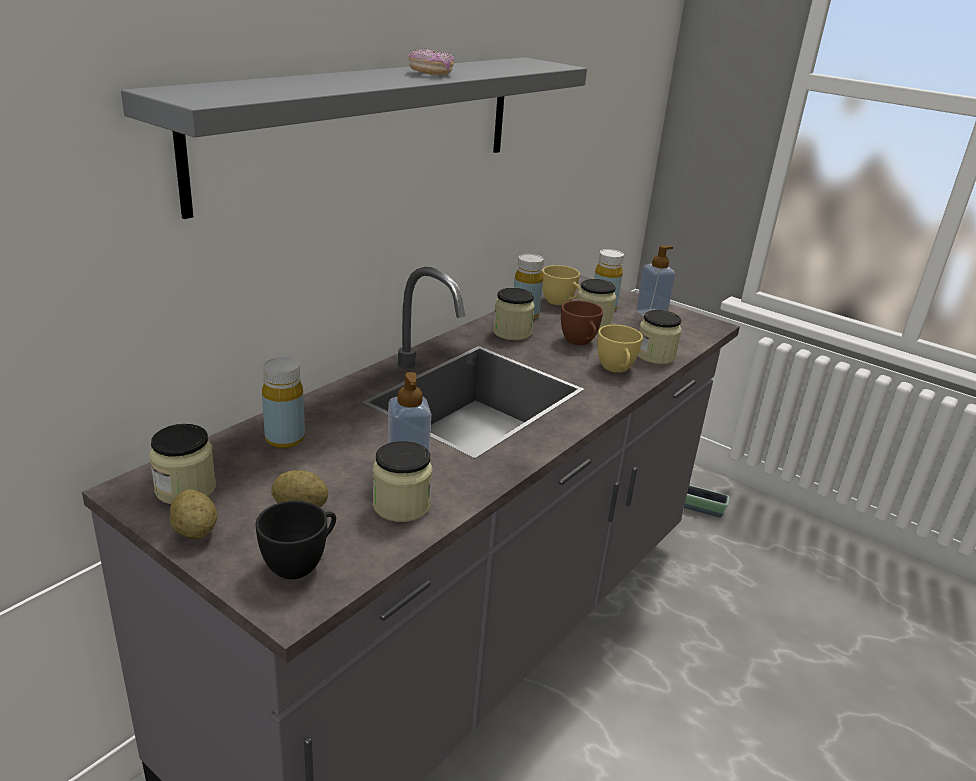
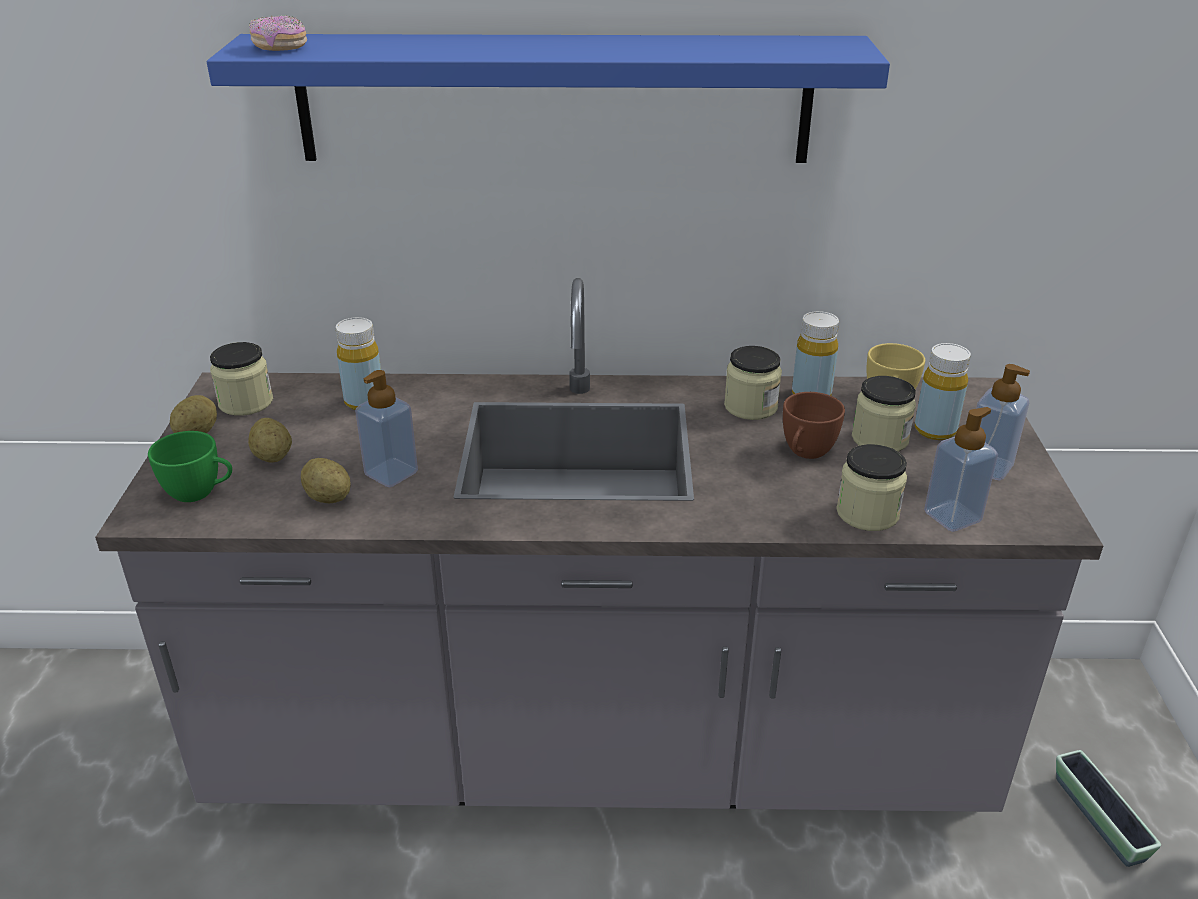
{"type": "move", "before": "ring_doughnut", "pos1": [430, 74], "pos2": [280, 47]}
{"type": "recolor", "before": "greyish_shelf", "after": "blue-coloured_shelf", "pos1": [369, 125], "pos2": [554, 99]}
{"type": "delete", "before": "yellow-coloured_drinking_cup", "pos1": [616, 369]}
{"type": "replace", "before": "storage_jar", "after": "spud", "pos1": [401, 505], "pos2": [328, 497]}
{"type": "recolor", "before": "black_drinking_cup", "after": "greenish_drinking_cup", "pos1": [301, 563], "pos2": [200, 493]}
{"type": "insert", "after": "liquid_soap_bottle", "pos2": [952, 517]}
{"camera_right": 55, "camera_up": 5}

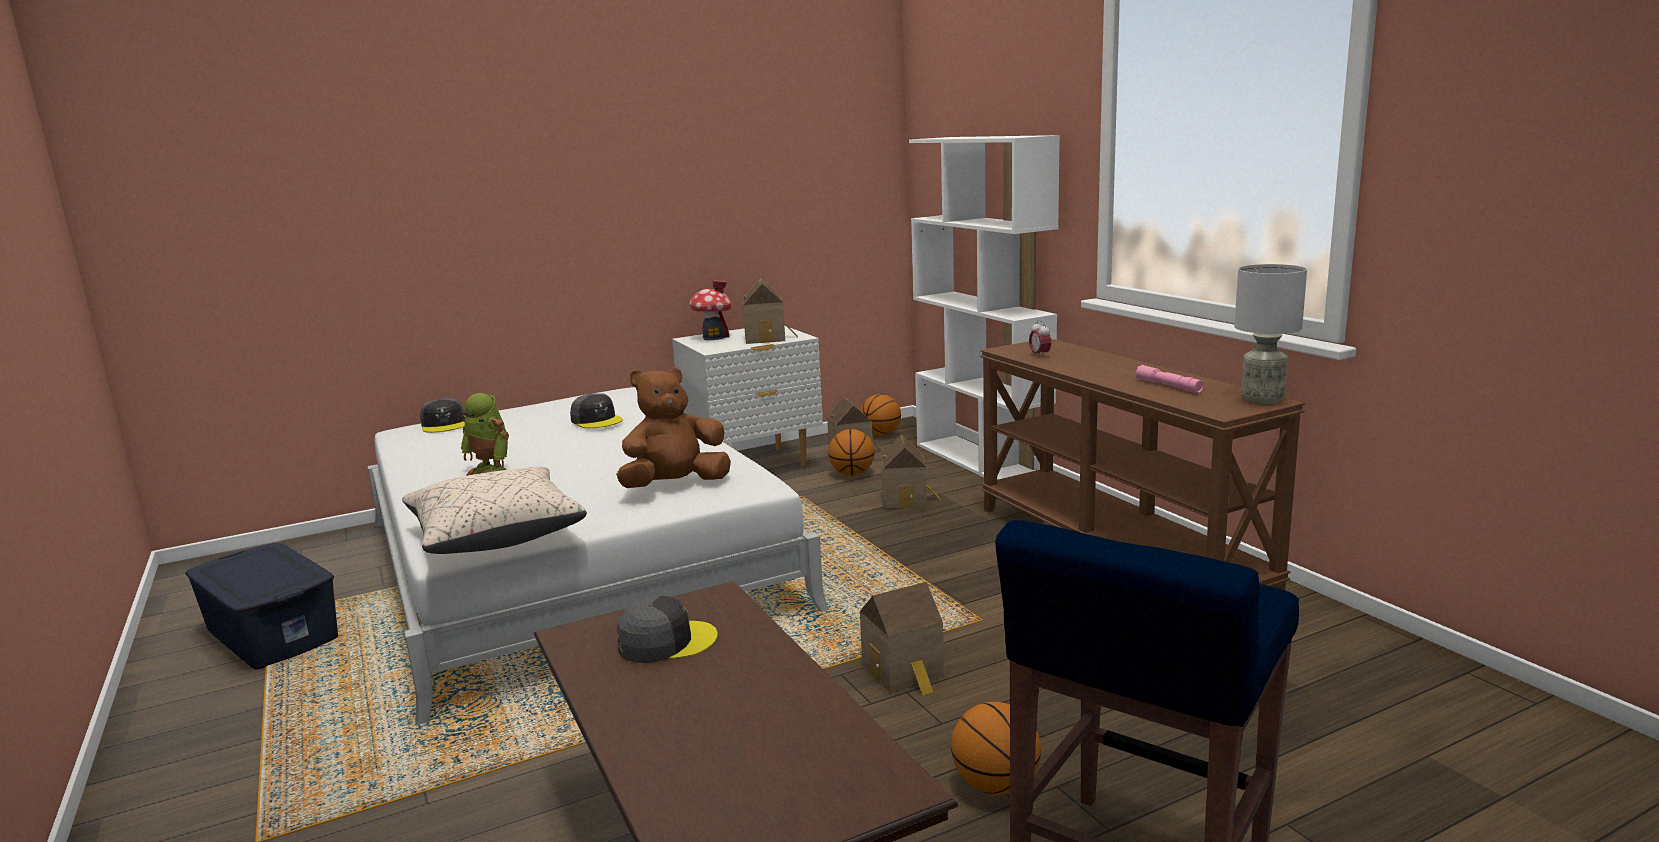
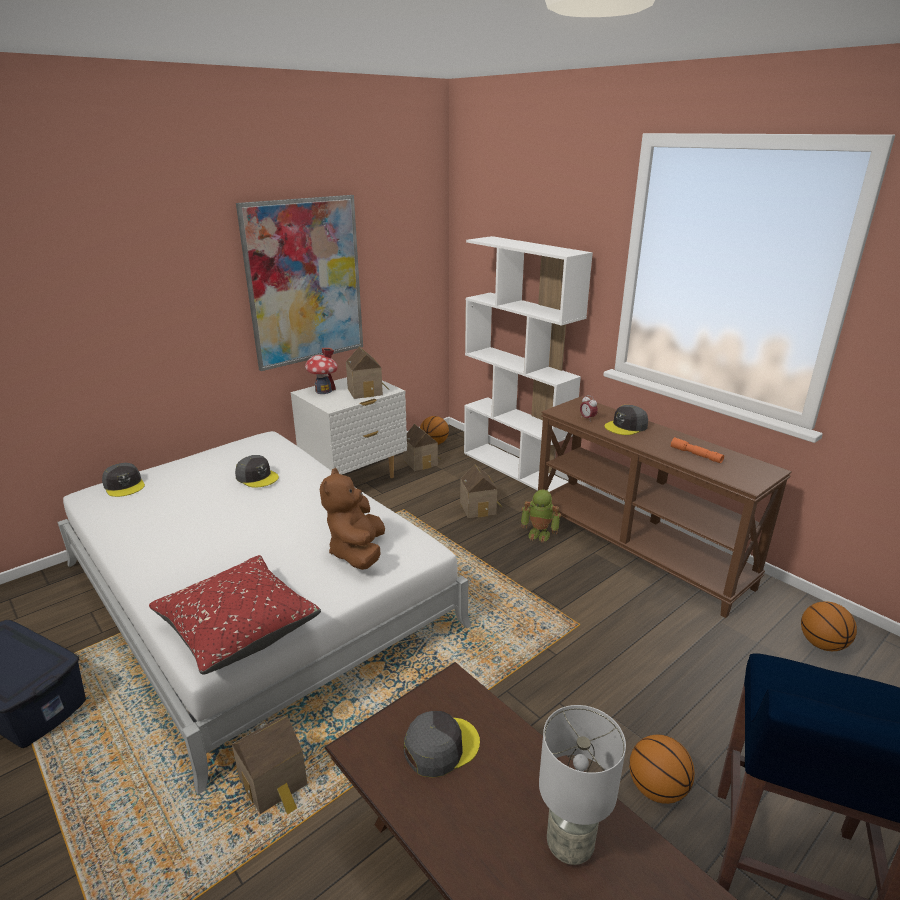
{"type": "move", "before": "greyish_tabletop_lamp", "pos1": [1261, 399], "pos2": [568, 844]}
{"type": "recolor", "before": "pinkish_torch", "after": "orange-coloured_torch", "pos1": [1168, 386], "pos2": [696, 455]}
{"type": "rotate", "before": "brown_soft_toy", "pos1": [675, 485], "pos2": [357, 552], "turn": -45}
{"type": "move", "before": "robot_figure", "pos1": [490, 471], "pos2": [539, 534]}
{"type": "move", "before": "basketball_ball", "pos1": [852, 474], "pos2": [822, 644]}
{"type": "recolor", "before": "sand-coloured_throw_pillow", "after": "red_throw_pillow", "pos1": [496, 535], "pos2": [238, 628]}
{"type": "move", "before": "miniature_house", "pos1": [905, 672], "pos2": [275, 784]}
{"type": "insert", "after": "wall_art", "pos2": [305, 282]}
{"type": "insert", "after": "greyish_peaked_cap", "pos2": [626, 426]}
{"camera_right": -15, "camera_up": 10}

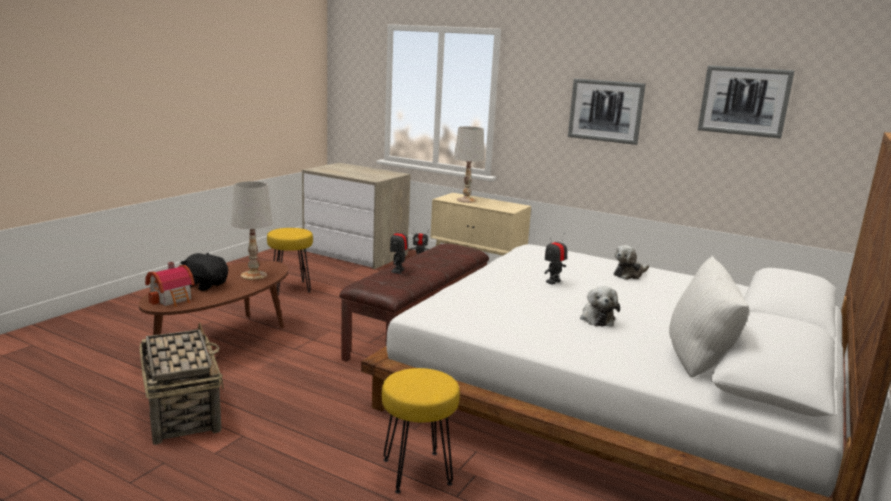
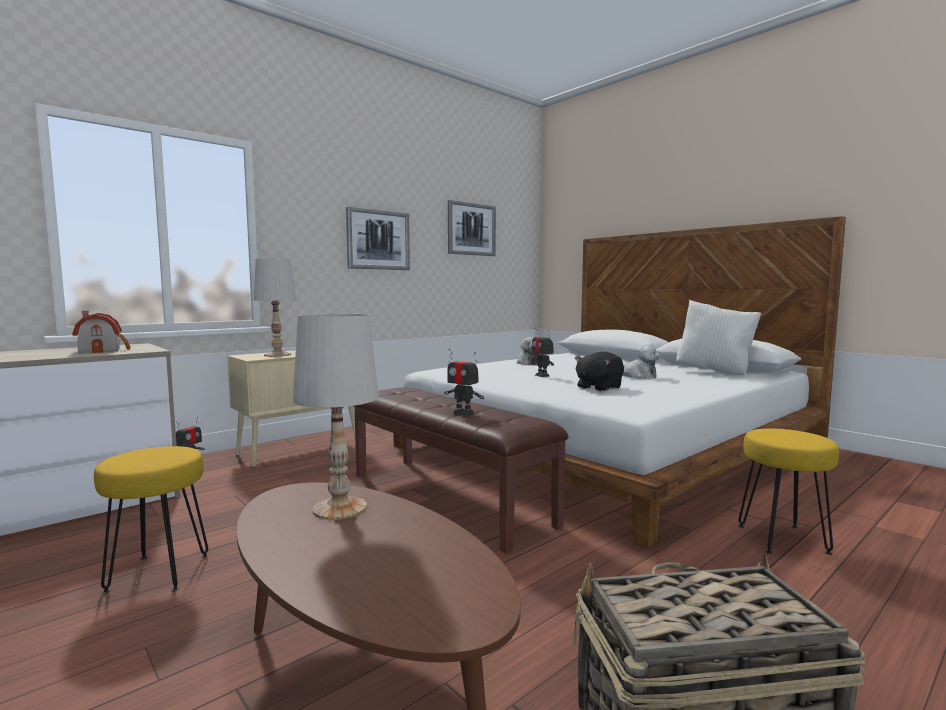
{"type": "move", "before": "black_soft_toy", "pos1": [205, 285], "pos2": [598, 387]}
{"type": "move", "before": "miniature_house", "pos1": [173, 299], "pos2": [103, 350]}
{"camera_right": -70, "camera_up": -10}

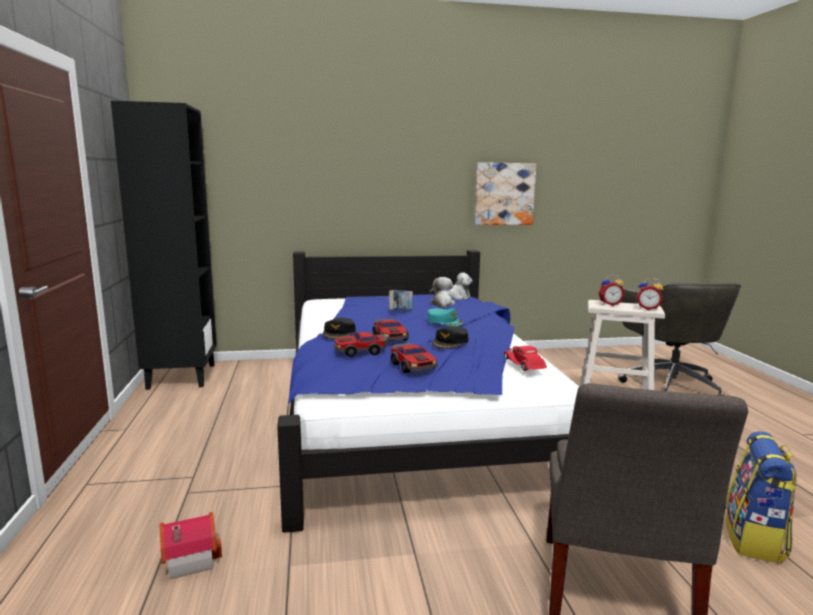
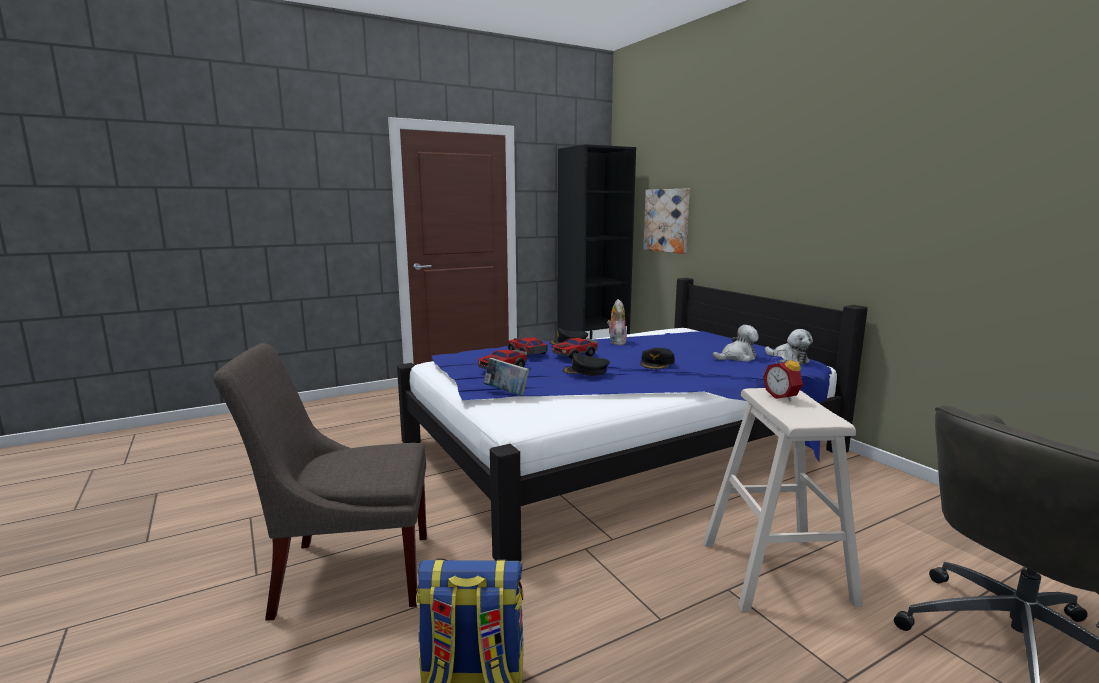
{"type": "move", "before": "wall_art", "pos1": [504, 194], "pos2": [667, 220]}
{"type": "delete", "before": "bedside_clock", "pos1": [648, 308]}
{"type": "move", "before": "bound_book", "pos1": [401, 311], "pos2": [506, 393]}
{"type": "recolor", "before": "blue-green_peaked_cap", "after": "black_peaked_cap", "pos1": [444, 321], "pos2": [657, 363]}
{"type": "delete", "before": "red_miniature_car", "pos1": [524, 364]}
{"type": "delete", "before": "miniature_house", "pos1": [188, 559]}
{"type": "insert", "after": "soft_toy", "pos2": [616, 342]}
{"camera_right": 70, "camera_up": 0}

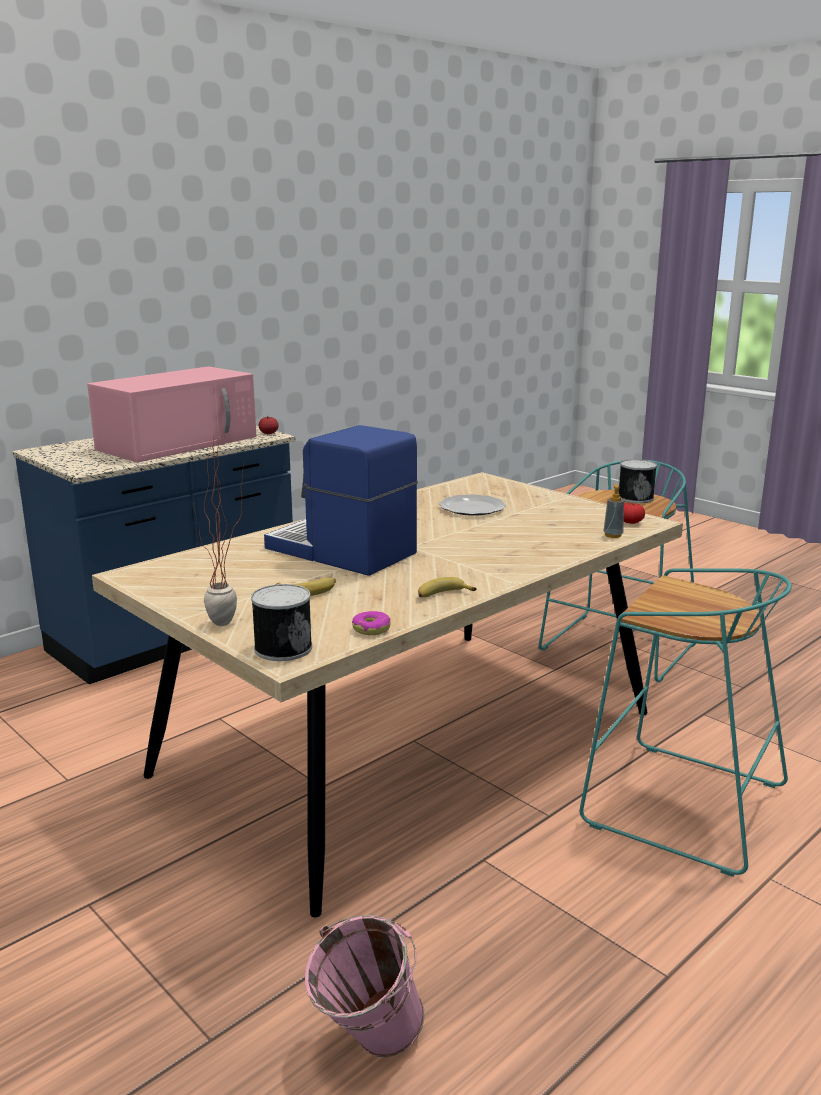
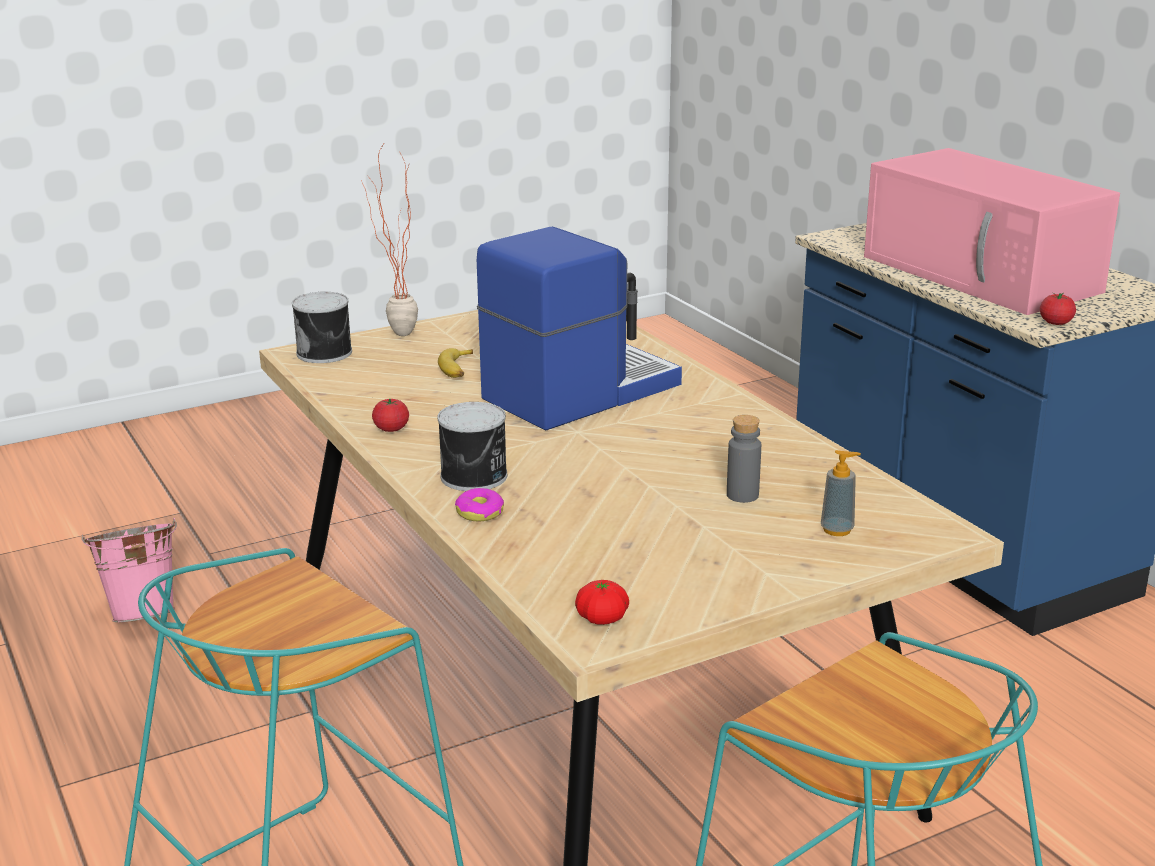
{"type": "move", "before": "metal_can", "pos1": [635, 497], "pos2": [475, 476]}
{"type": "move", "before": "liquid_soap_bottle", "pos1": [613, 535], "pos2": [837, 530]}
{"type": "replace", "before": "plate", "after": "greyish_drink_bottle", "pos1": [473, 508], "pos2": [742, 495]}
{"type": "replace", "before": "banana_fruit", "after": "tomato", "pos1": [442, 595], "pos2": [391, 429]}
{"type": "move", "before": "ring_doughnut", "pos1": [371, 629], "pos2": [480, 512]}
{"camera_right": 105, "camera_up": 5}

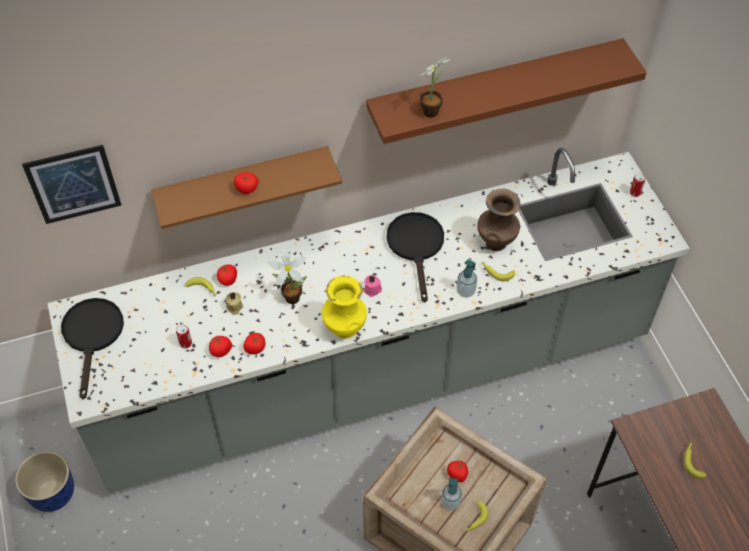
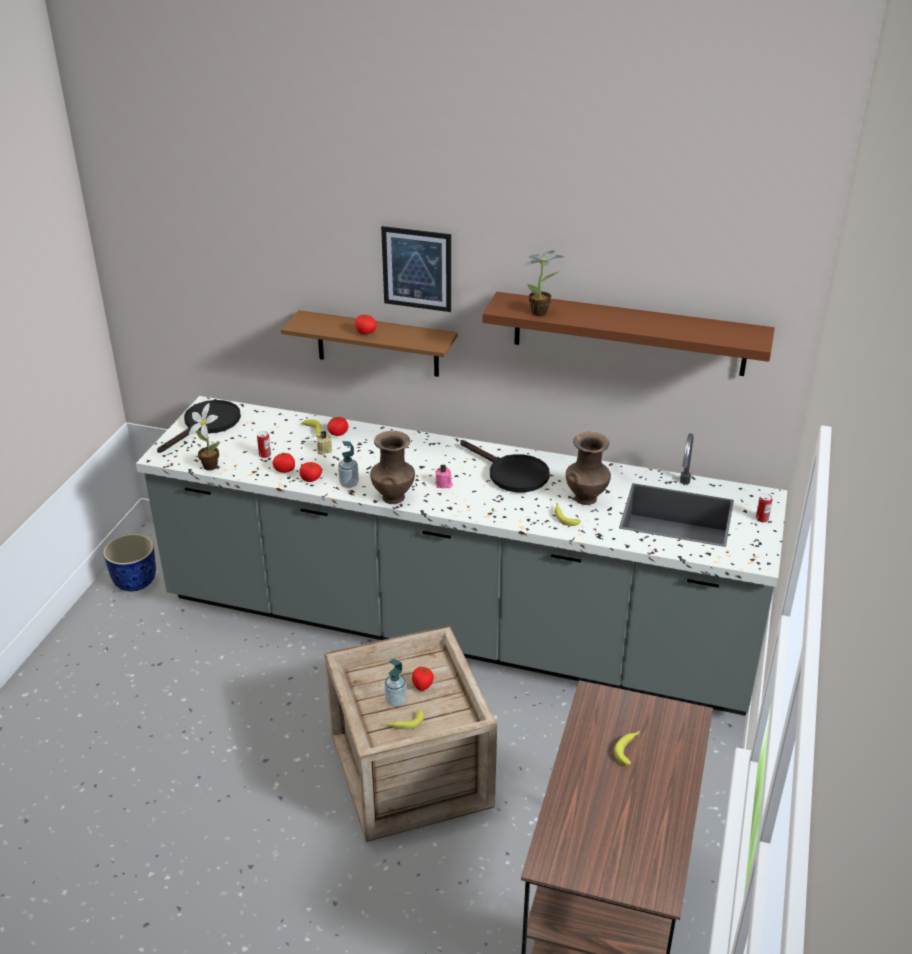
{"type": "move", "before": "wall_art", "pos1": [73, 184], "pos2": [417, 269]}
{"type": "rotate", "before": "black_pan", "pos1": [416, 247], "pos2": [511, 474], "turn": 105}
{"type": "move", "before": "houseplant", "pos1": [290, 297], "pos2": [209, 465]}
{"type": "move", "before": "liquid_soap_bottle", "pos1": [465, 291], "pos2": [349, 484]}
{"type": "recolor", "before": "yellow-coloured_vase", "after": "brown_vase", "pos1": [344, 328], "pos2": [393, 497]}
{"camera_right": 35, "camera_up": -20}

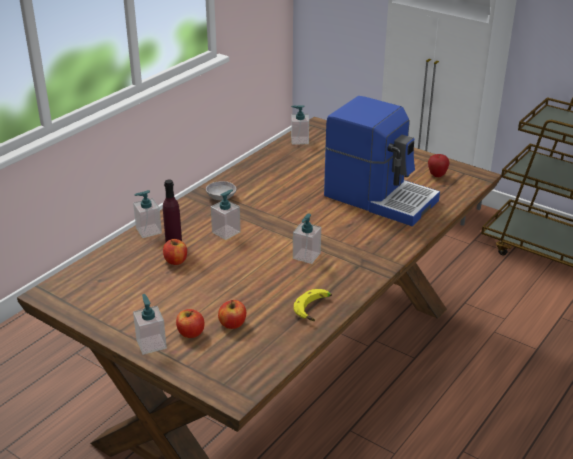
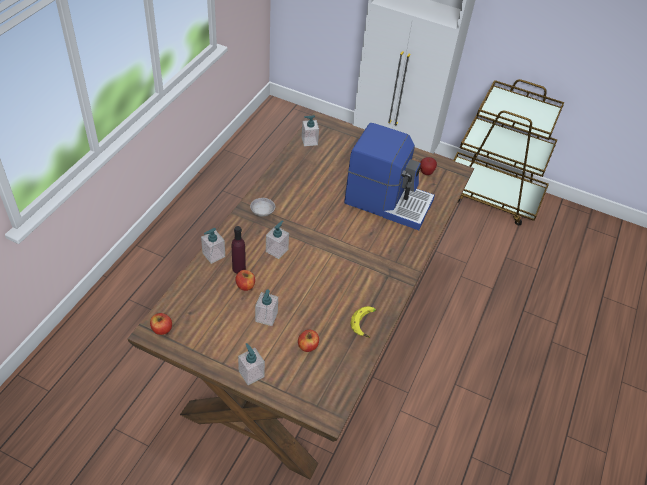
{"type": "move", "before": "liquid_soap_bottle", "pos1": [306, 256], "pos2": [266, 317]}
{"type": "move", "before": "whole_apple", "pos1": [190, 333], "pos2": [162, 329]}
{"camera_right": -15, "camera_up": 15}

